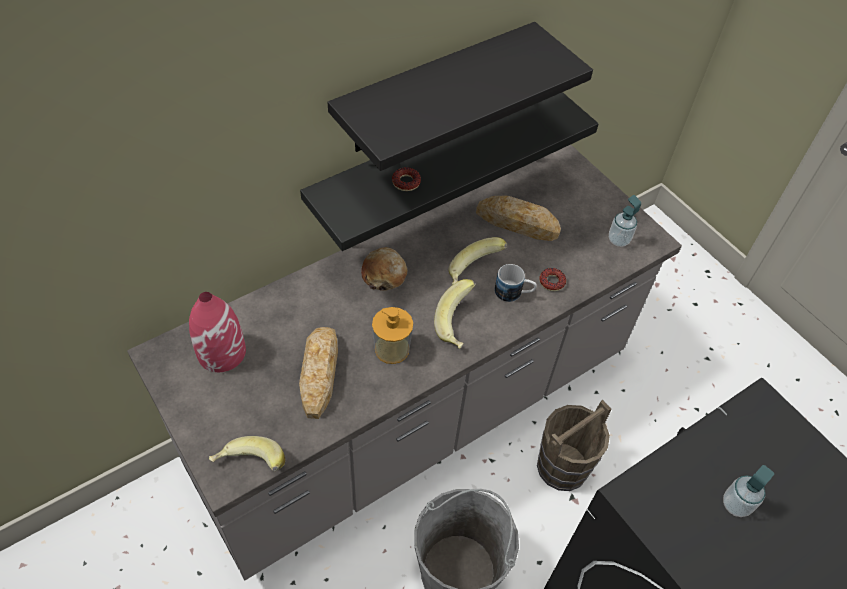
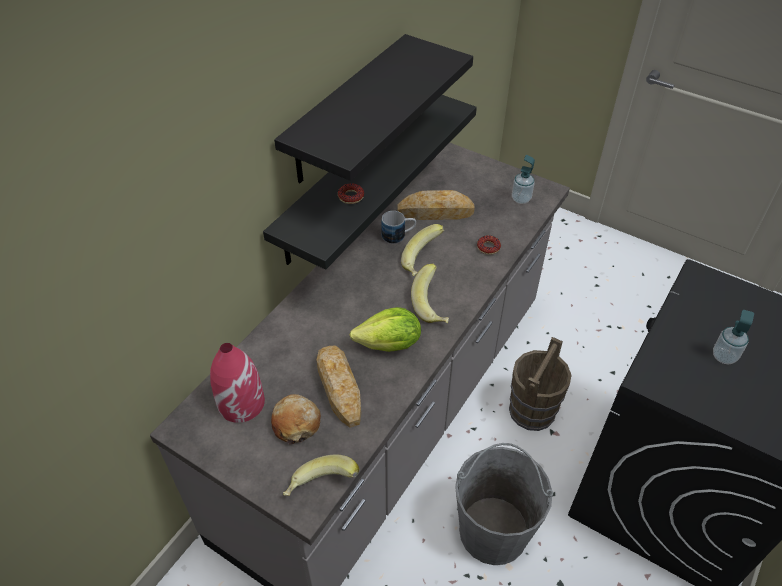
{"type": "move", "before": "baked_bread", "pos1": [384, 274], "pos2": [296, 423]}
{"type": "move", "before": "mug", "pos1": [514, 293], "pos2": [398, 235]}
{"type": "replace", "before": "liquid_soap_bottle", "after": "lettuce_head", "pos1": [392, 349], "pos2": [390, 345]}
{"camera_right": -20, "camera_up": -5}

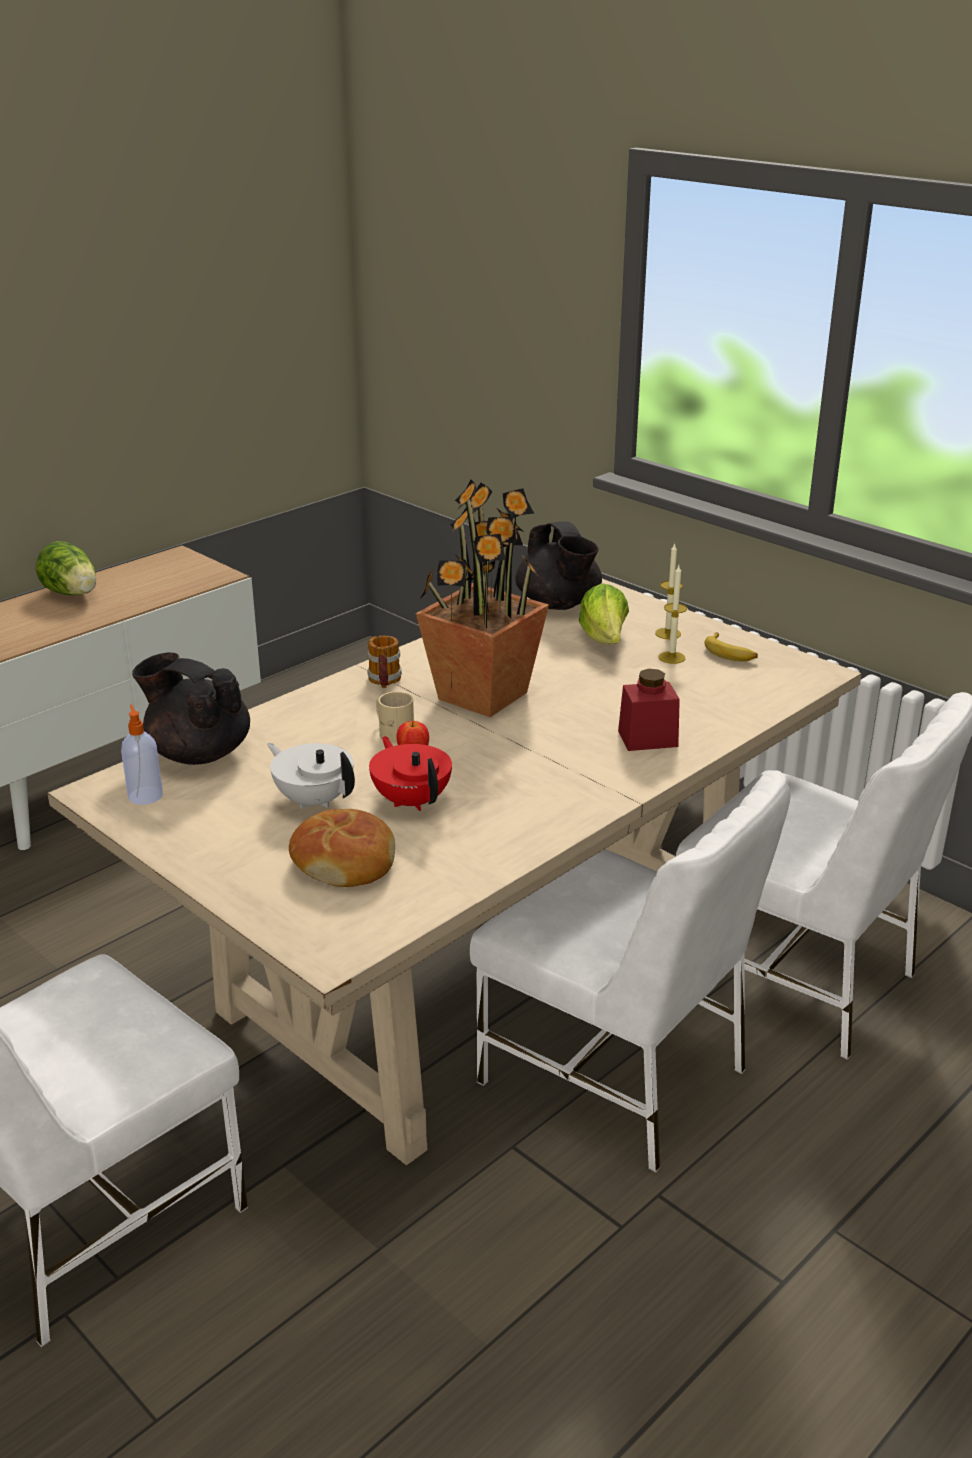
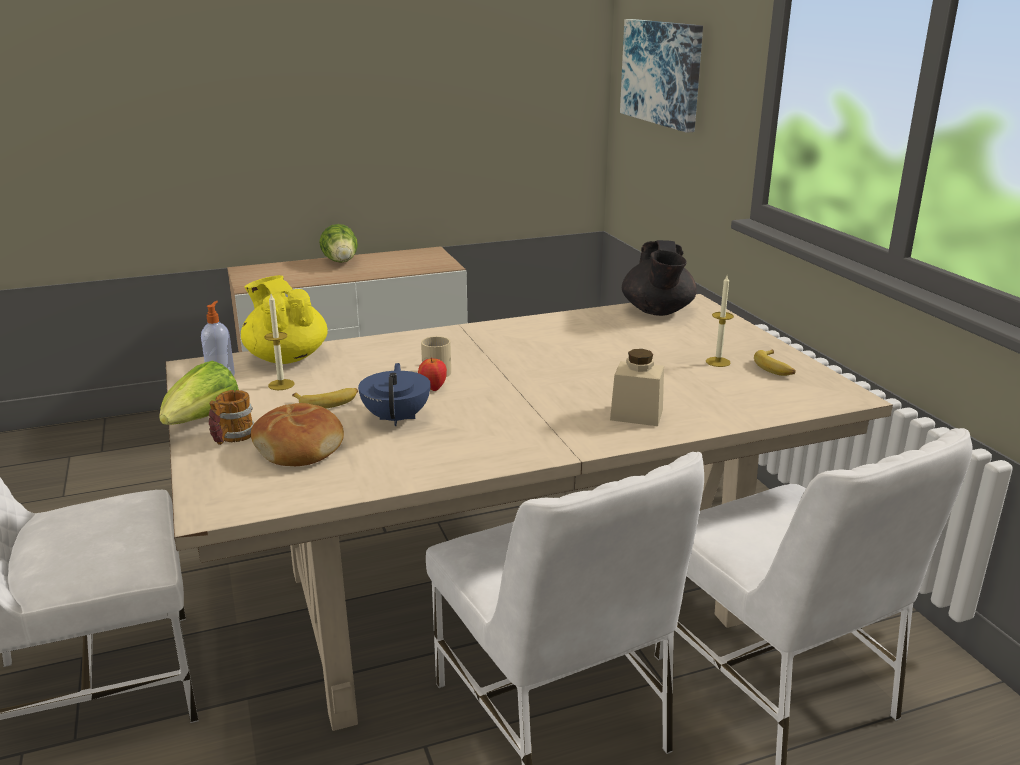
{"type": "delete", "before": "houseplant", "pos1": [483, 695]}
{"type": "move", "before": "wax_candle", "pos1": [668, 633], "pos2": [281, 385]}
{"type": "move", "before": "lettuce_head", "pos1": [604, 640], "pos2": [202, 421]}
{"type": "move", "before": "mug", "pos1": [384, 681], "pos2": [232, 438]}
{"type": "recolor", "before": "black_teapot", "after": "yellow-coloured_teapot", "pos1": [198, 753], "pos2": [286, 357]}
{"type": "recolor", "before": "red_storage_jar", "after": "sand-coloured_storage_jar", "pos1": [647, 738], "pos2": [636, 415]}
{"type": "recolor", "before": "red_teapot", "after": "blue-coloured_teapot", "pos1": [411, 800], "pos2": [397, 418]}
{"type": "replace", "before": "white-coloured_teapot", "after": "banana_fruit", "pos1": [314, 800], "pos2": [327, 402]}
{"type": "insert", "after": "wall_art", "pos2": [662, 72]}
{"camera_right": 25, "camera_up": -5}

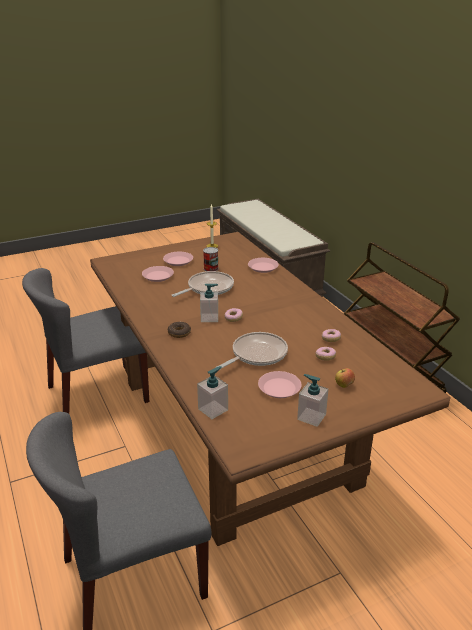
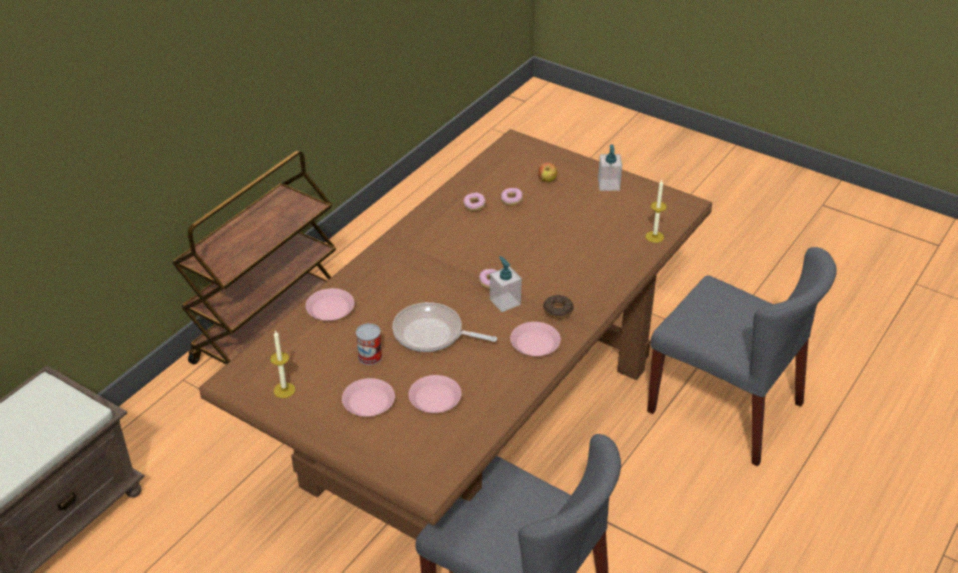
{"type": "delete", "before": "pan", "pos1": [256, 354]}
{"type": "replace", "before": "liquid_soap_bottle", "after": "wax_candle", "pos1": [213, 409], "pos2": [654, 237]}
{"type": "move", "before": "pinkish_plate", "pos1": [279, 388], "pos2": [534, 343]}
{"camera_right": -120, "camera_up": 10}

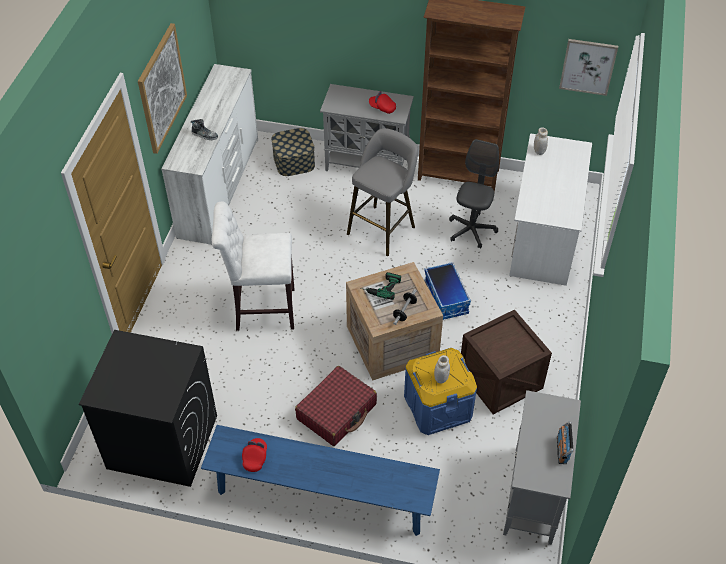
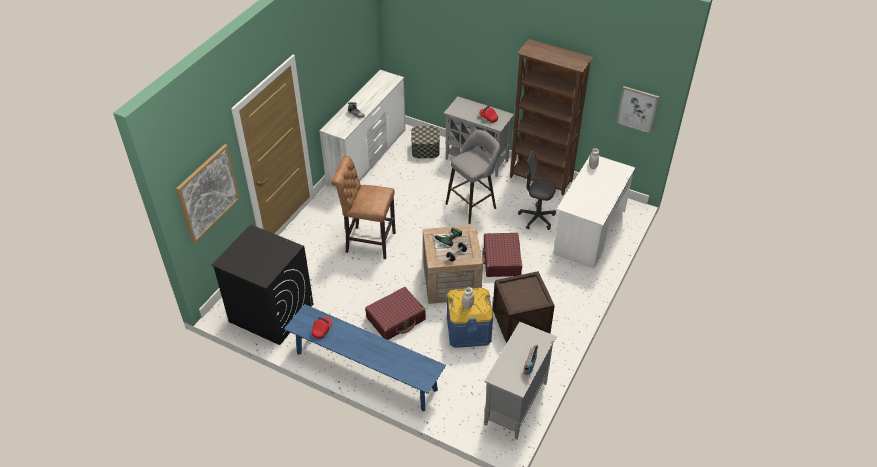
{"type": "move", "before": "wall_art", "pos1": [161, 88], "pos2": [208, 193]}
{"type": "rotate", "before": "greyish_desk_chair", "pos1": [471, 230], "pos2": [536, 218], "turn": -105}
{"type": "recolor", "before": "white-coloured_stool", "after": "brown_stool", "pos1": [261, 309], "pos2": [367, 242]}
{"type": "replace", "before": "storage_container", "after": "red_suitcase", "pos1": [446, 298], "pos2": [501, 260]}
{"camera_right": 15, "camera_up": -5}

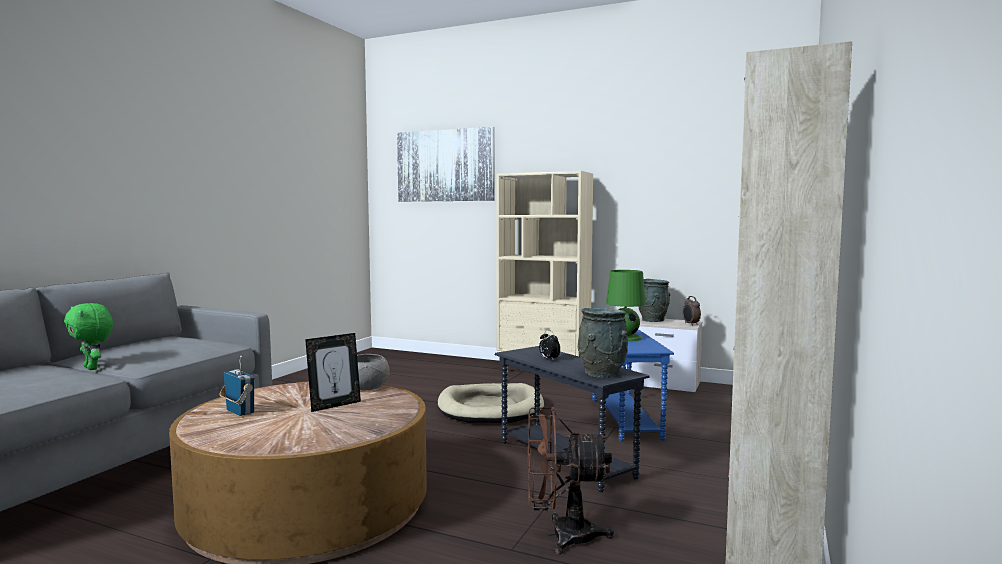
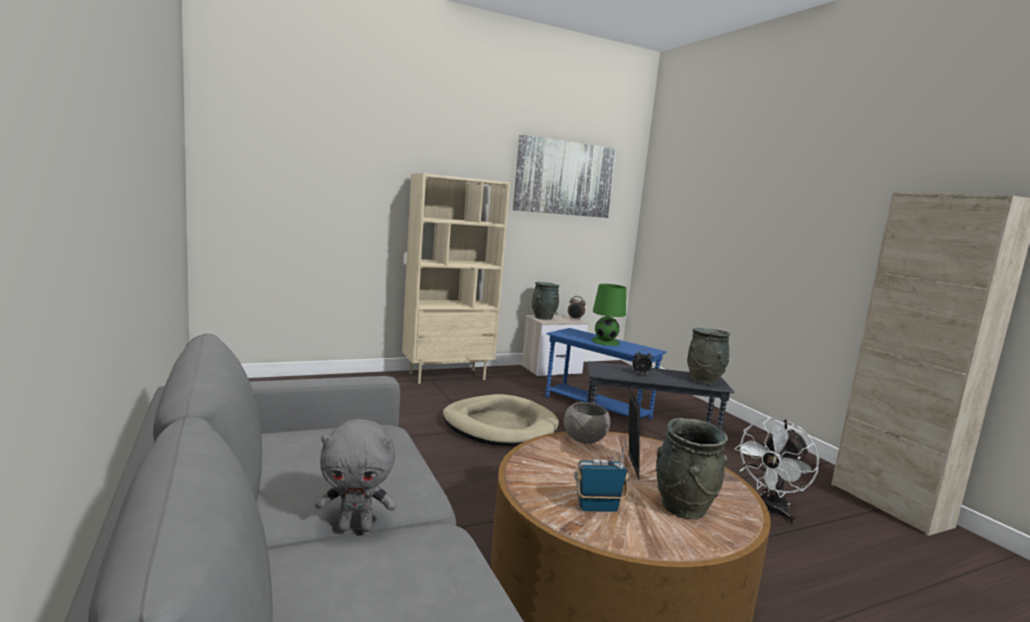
{"type": "move", "before": "wall_art", "pos1": [445, 165], "pos2": [564, 178]}
{"type": "recolor", "before": "greenish_soft_toy", "after": "greyish_soft_toy", "pos1": [92, 368], "pos2": [356, 528]}
{"type": "recolor", "before": "brown_cooling_fan", "after": "white-coloured_cooling_fan", "pos1": [561, 536], "pos2": [769, 511]}
{"type": "insert", "after": "greyish_vase", "pos2": [682, 507]}
{"camera_right": -50, "camera_up": 5}

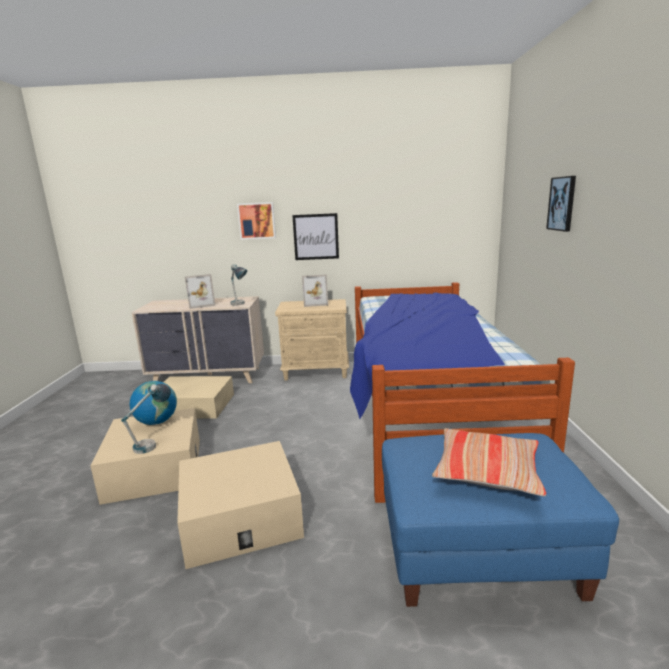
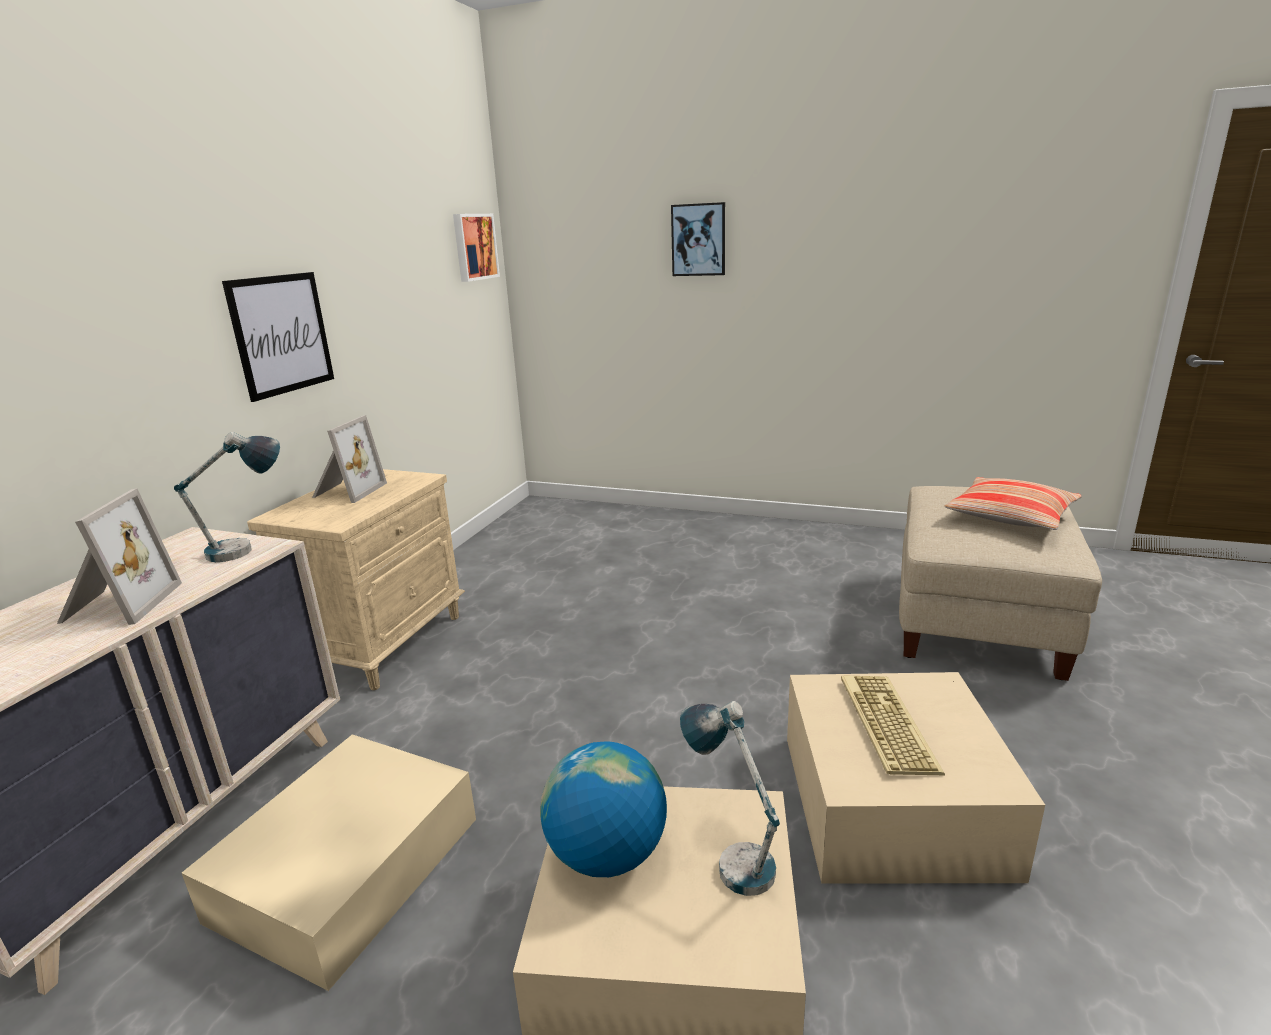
{"type": "move", "before": "wall_art", "pos1": [257, 220], "pos2": [474, 247]}
{"type": "delete", "before": "bed", "pos1": [425, 409]}
{"type": "recolor", "before": "blue-coloured_ottoman", "after": "sand-coloured_ottoman", "pos1": [478, 553], "pos2": [977, 621]}
{"type": "insert", "after": "keyboard", "pos2": [884, 723]}
{"camera_right": -70, "camera_up": 5}

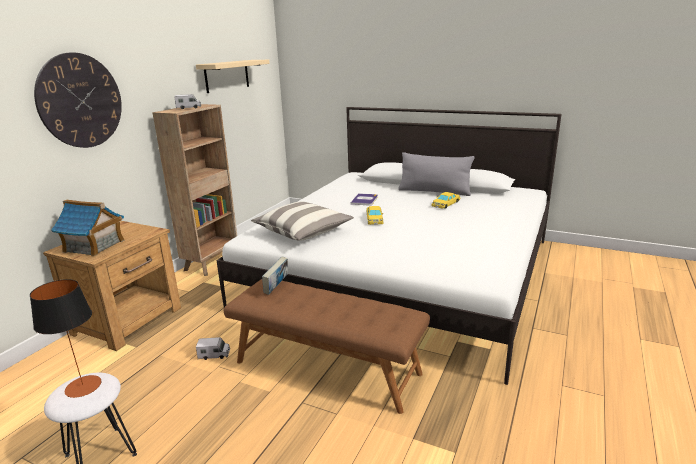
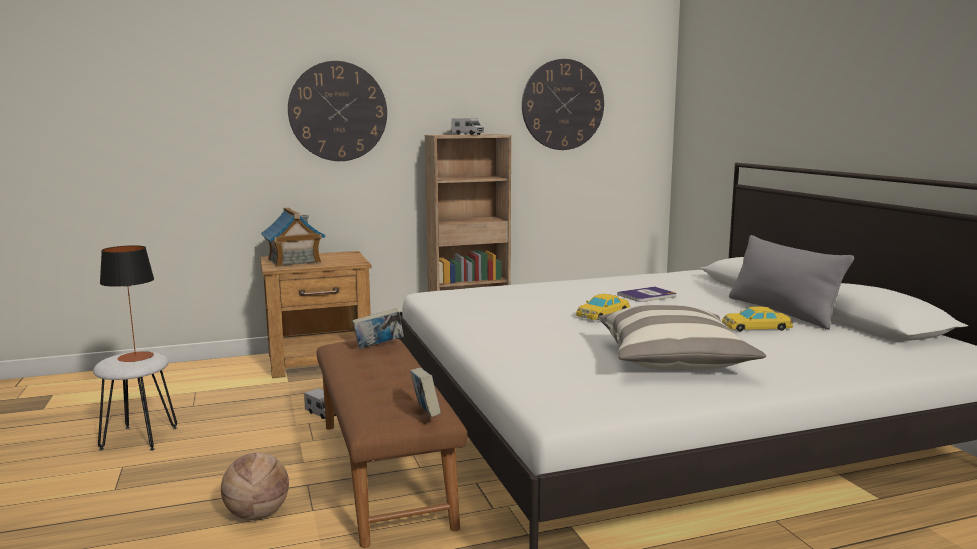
{"type": "replace", "before": "sand-coloured_shelf", "after": "wall_clock", "pos1": [227, 76], "pos2": [563, 105]}
{"type": "move", "before": "throw_pillow", "pos1": [302, 232], "pos2": [672, 359]}
{"type": "insert", "after": "bound_book", "pos2": [425, 414]}
{"type": "insert", "after": "basketball_ball", "pos2": [257, 515]}
{"camera_right": 45, "camera_up": -10}

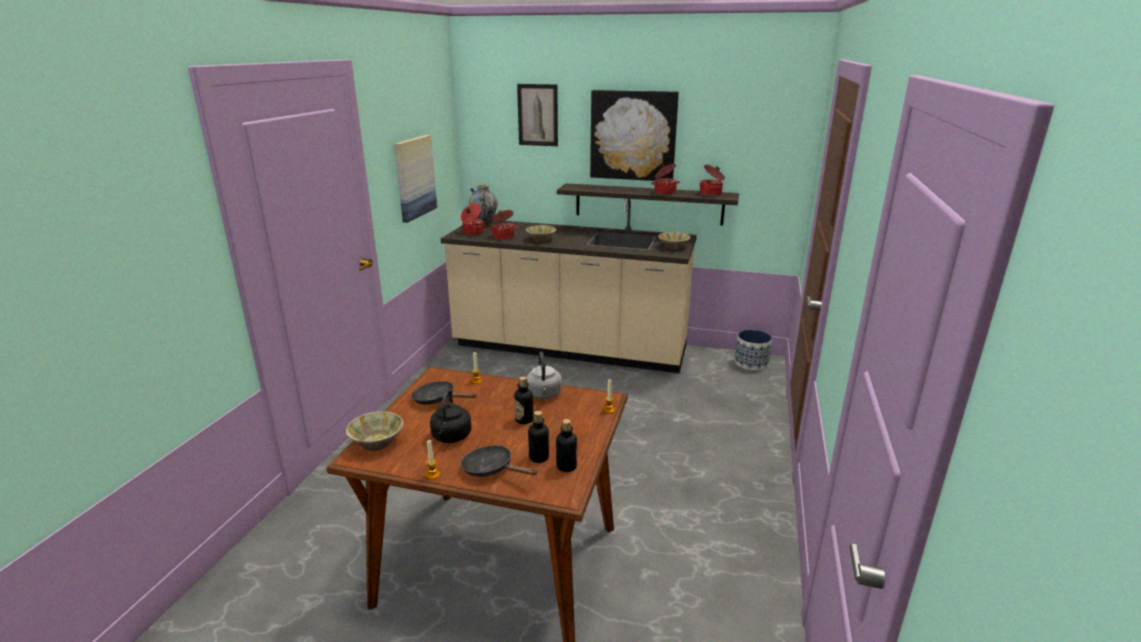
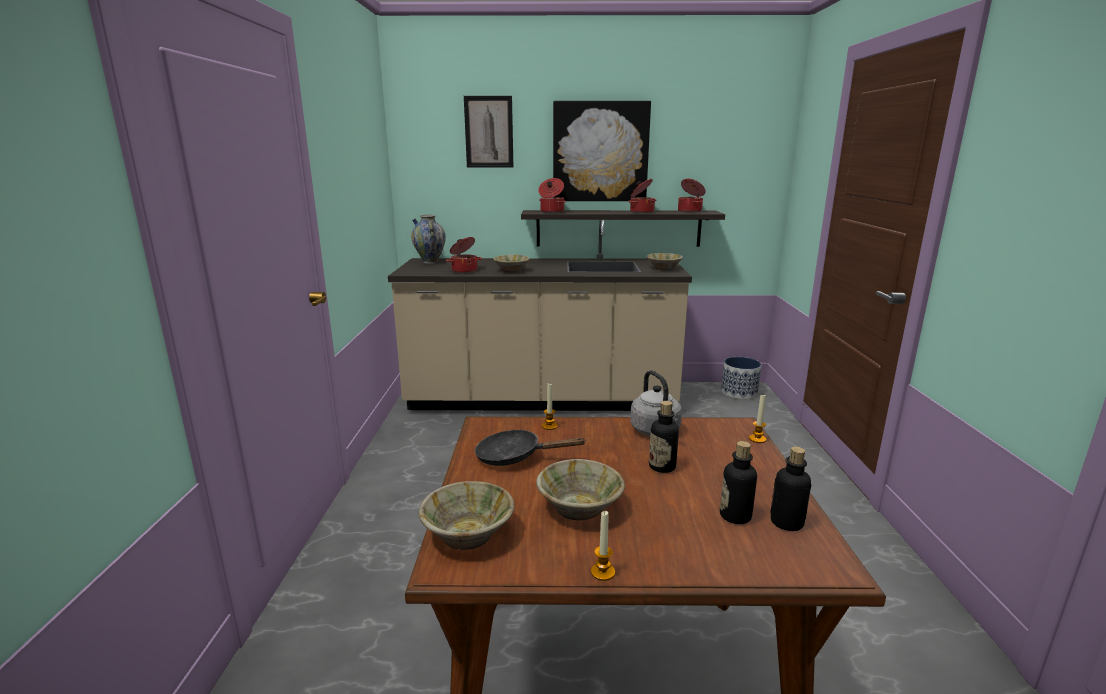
{"type": "delete", "before": "wall_art", "pos1": [414, 177]}
{"type": "move", "before": "cooking_pot", "pos1": [472, 232], "pos2": [551, 211]}
{"type": "replace", "before": "black_tea_kettle", "after": "sand-coloured_bowl", "pos1": [451, 437], "pos2": [580, 507]}
{"type": "delete", "before": "black_pan", "pos1": [492, 469]}
{"camera_right": -15, "camera_up": -5}

